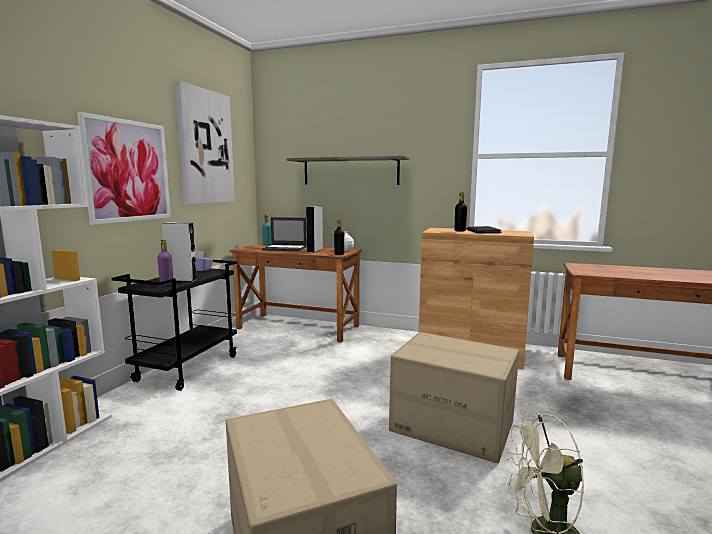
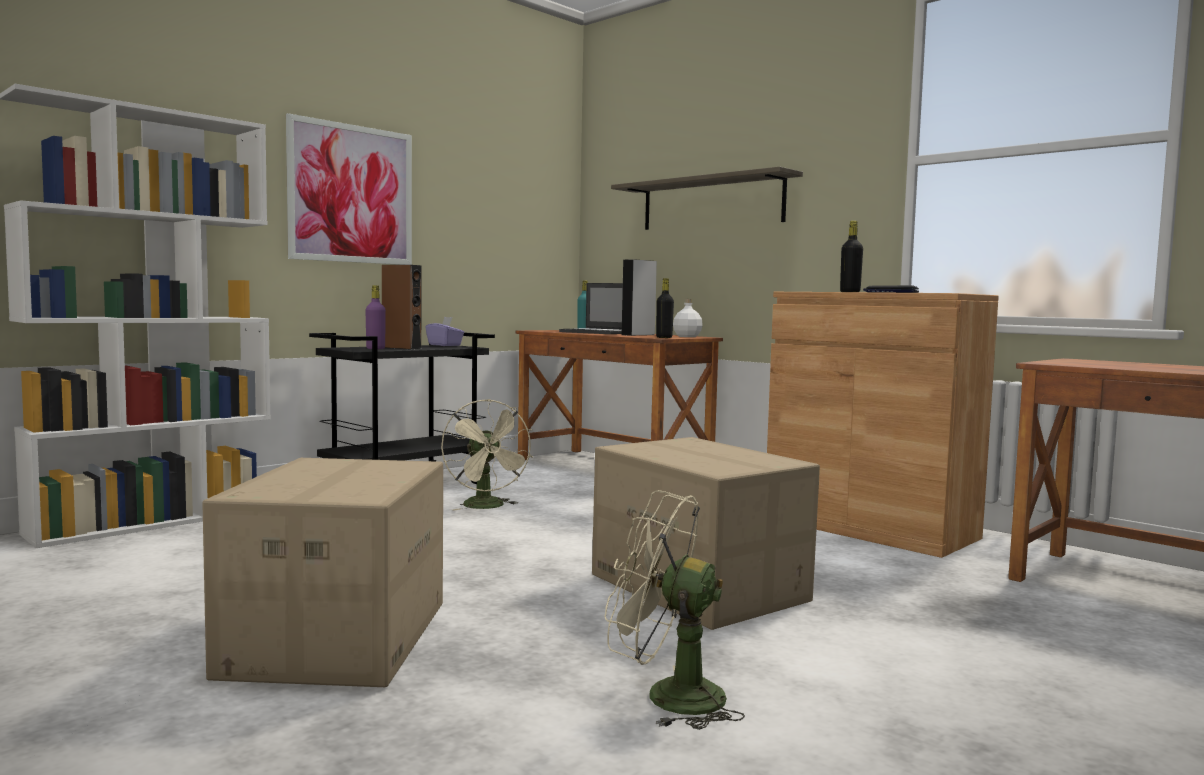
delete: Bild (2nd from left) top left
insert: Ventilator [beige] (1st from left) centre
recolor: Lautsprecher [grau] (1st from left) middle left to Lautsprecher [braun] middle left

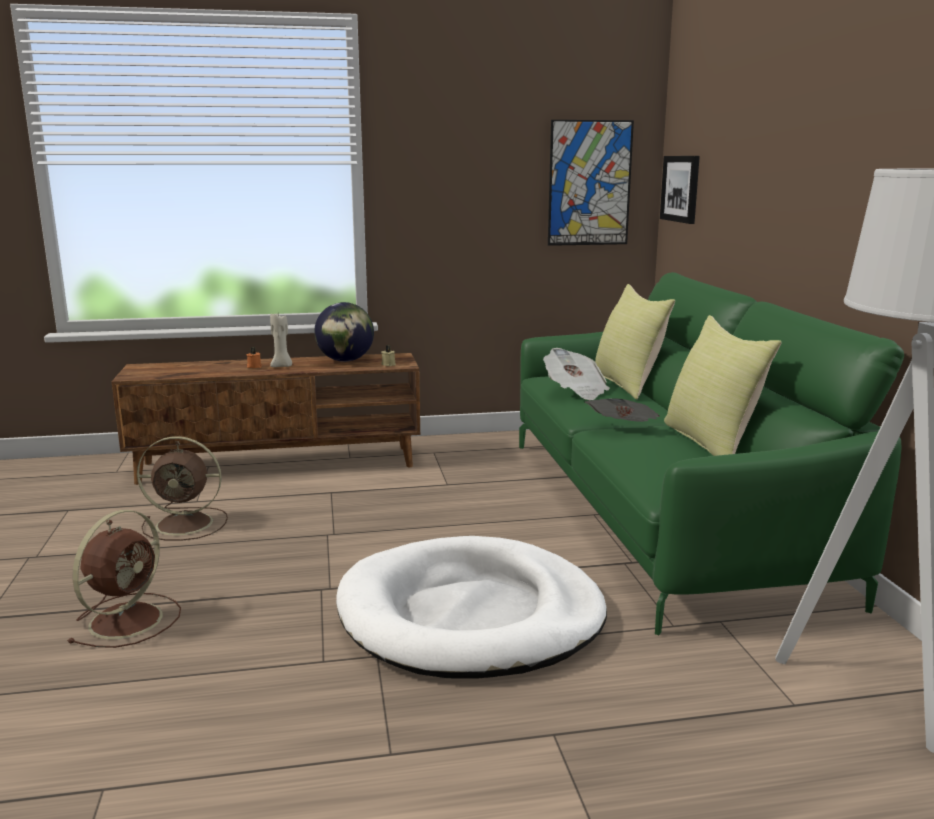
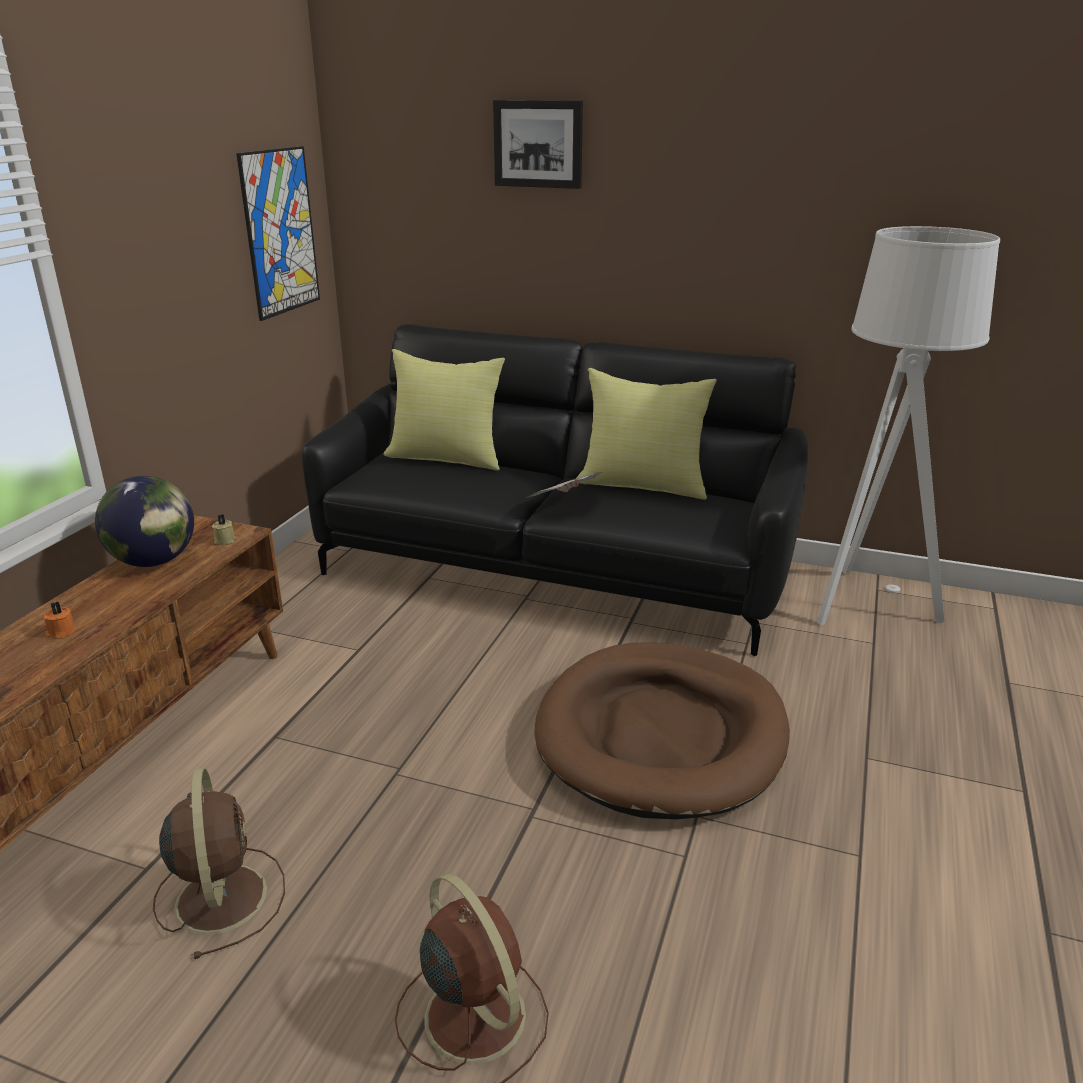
delete: Kerze [beige] (1st from left) middle left; Zeitung (1st from left) centre
move: Bild (2nd from left) top right to top centre
recolor: Hundebett [weiß] bottom centre to Hundebett [braun] bottom centre; Sofa [grün] middle right to Sofa [schwarz] centre
rotate: Ventilator [braun] (2nd from left in the first image) middle left = bottom left 45 degrees counterclockwise

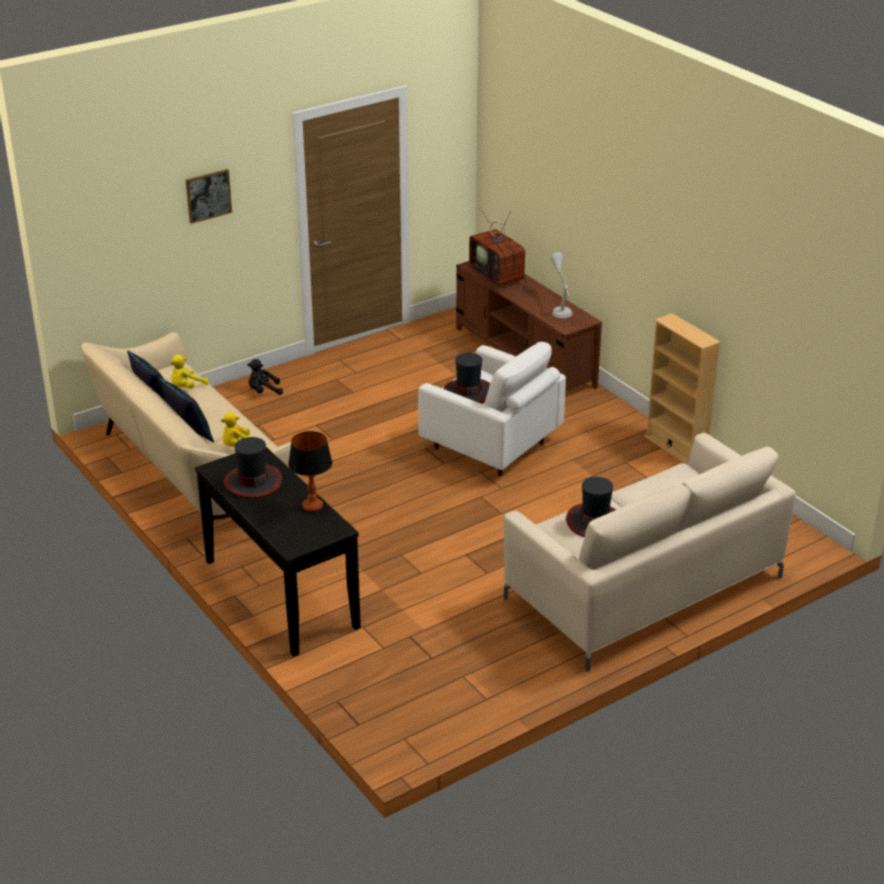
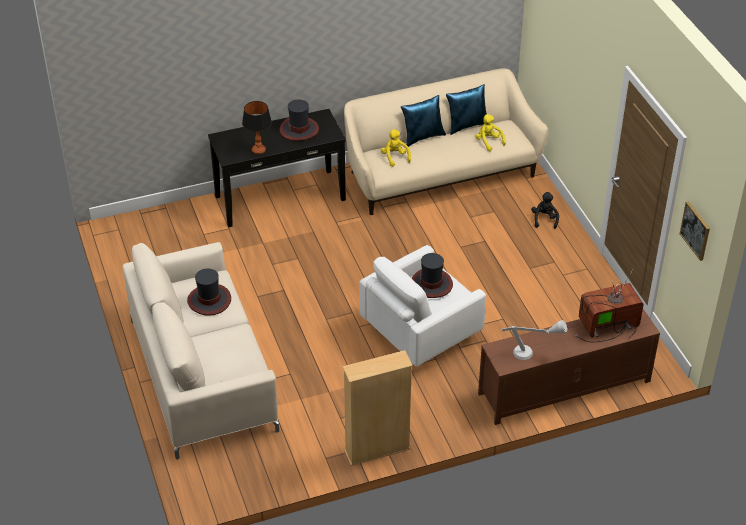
move: Bild top left to middle right

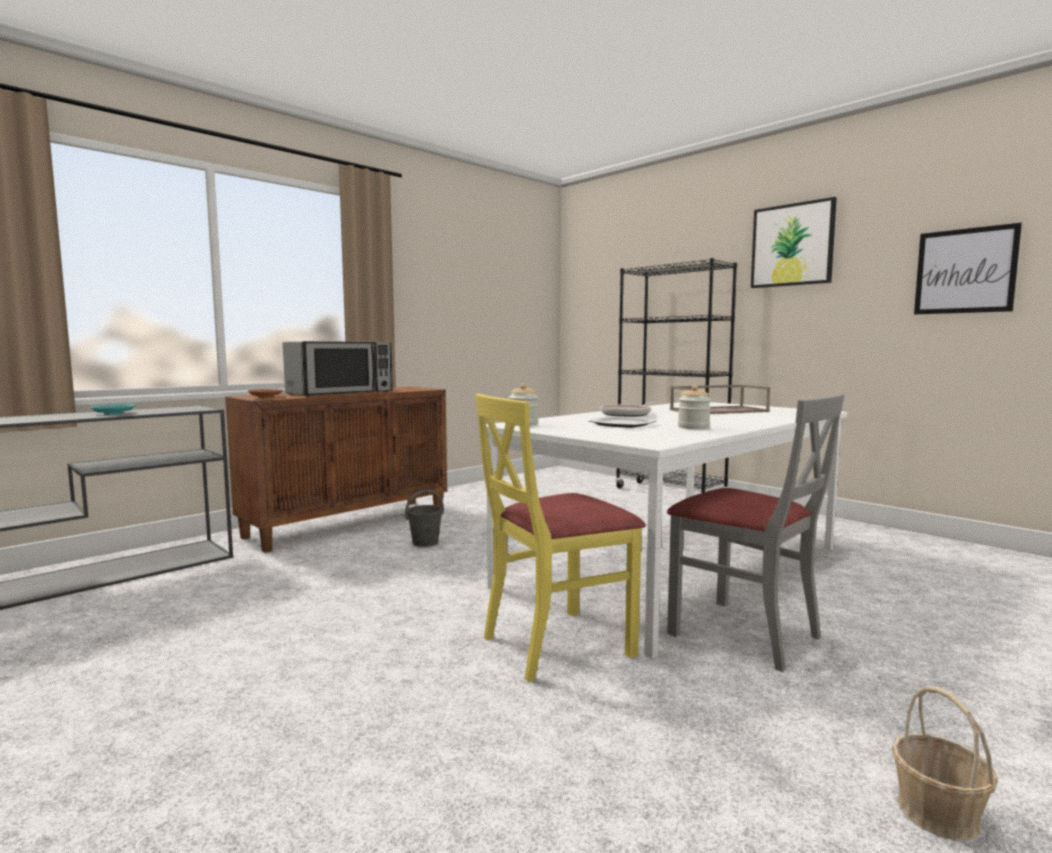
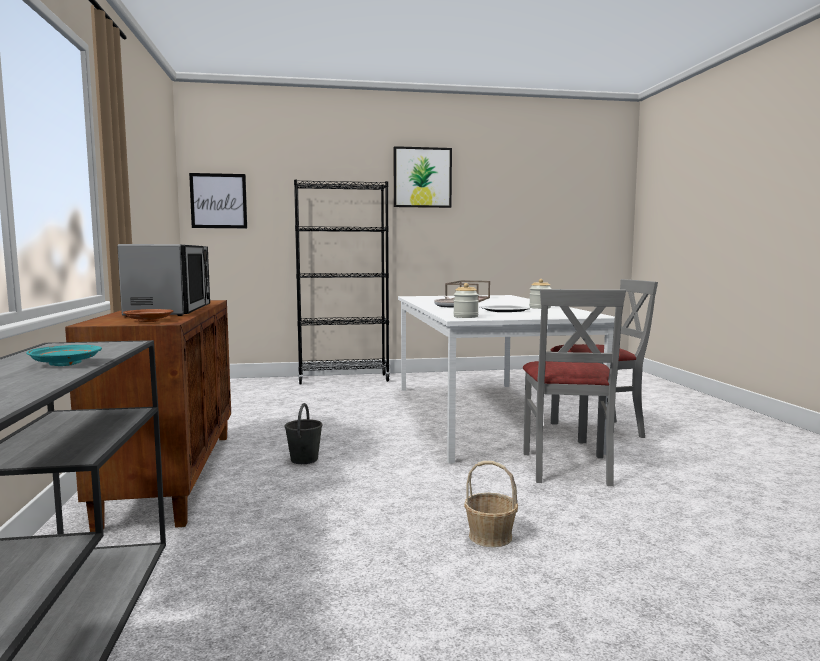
move: Korb bottom right to bottom centre; Bild (2nd from left in the first image) top right to Bild (1st from left) top left
recolor: Stuhl [gelb] centre to Stuhl [grau] (1st from left) middle right

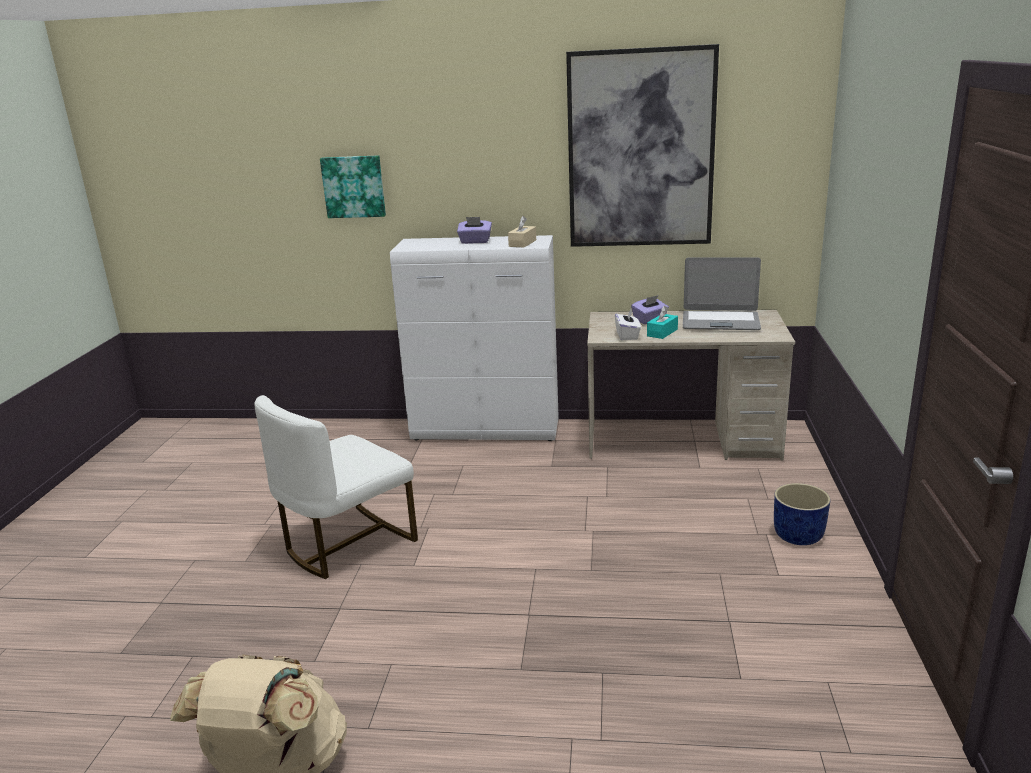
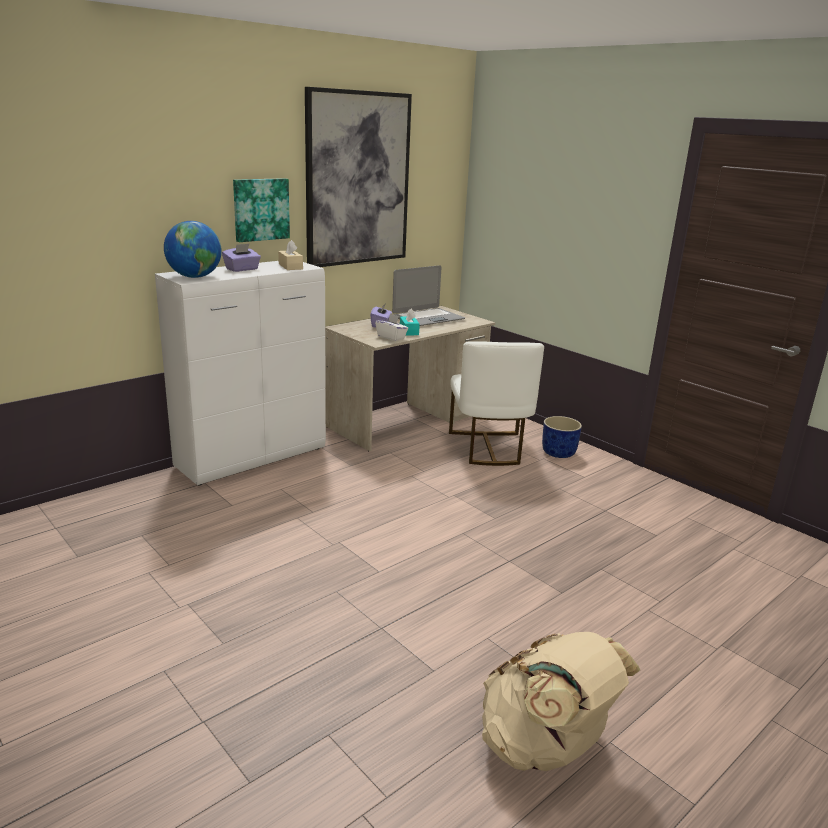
insert: Globus top left
move: Stuhl [weiß] middle left to centre; Bild (1st from left) top centre to top left

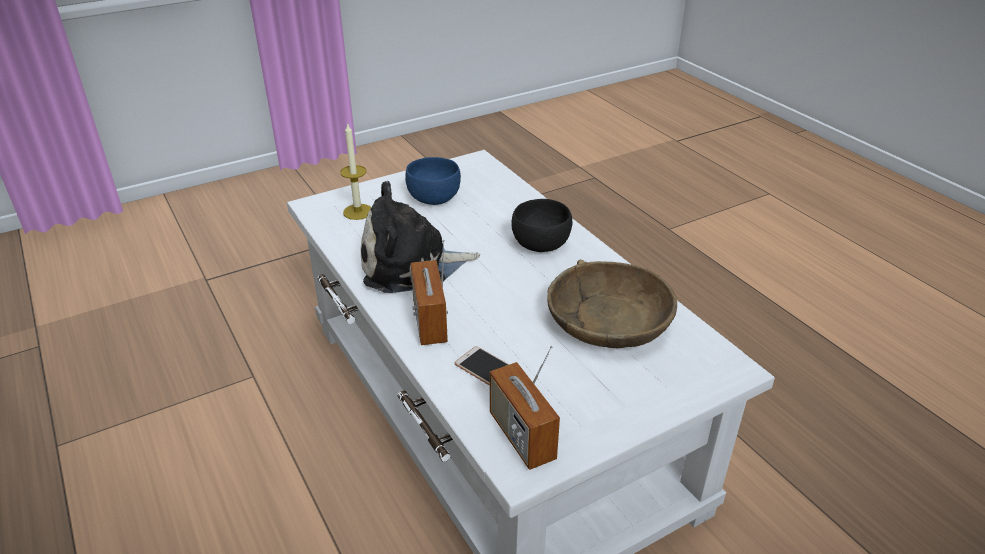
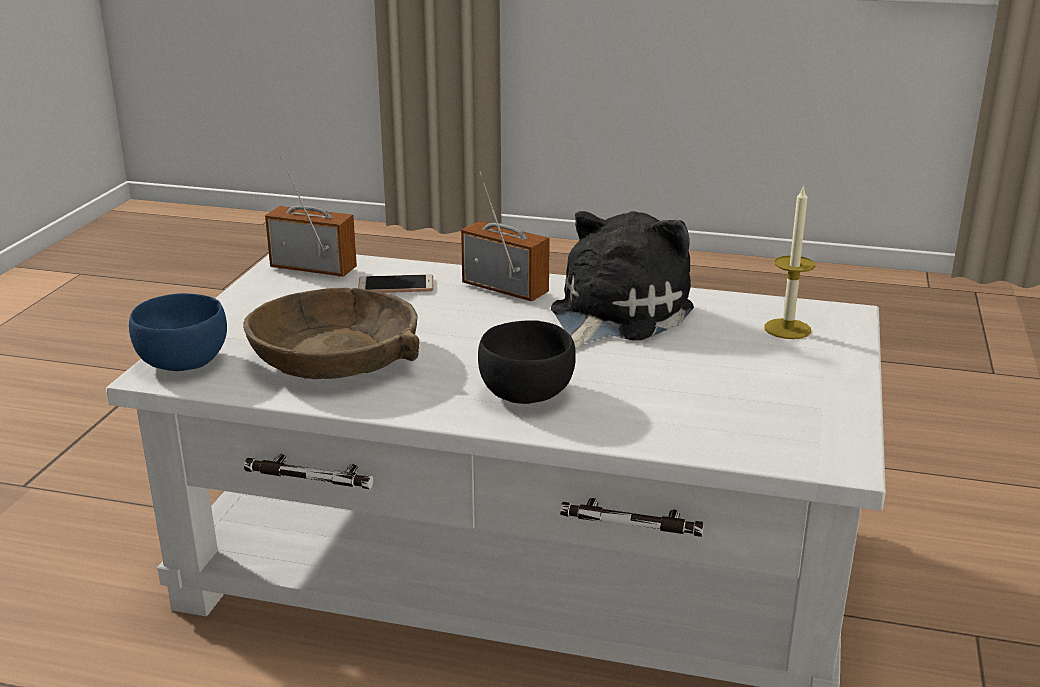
move: Schüssel [blau] top centre to middle left

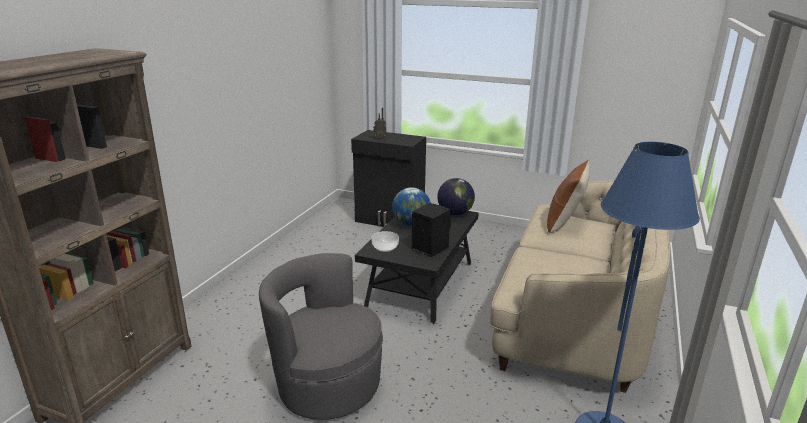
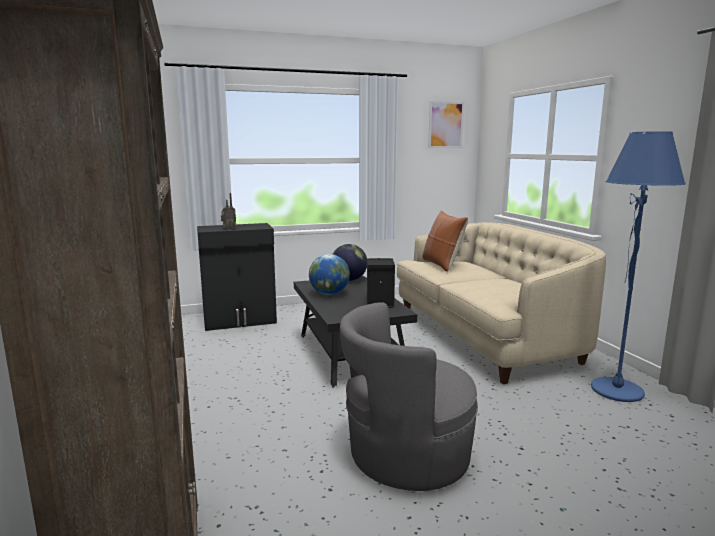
delete: Schüssel centre
insert: Bild top centre

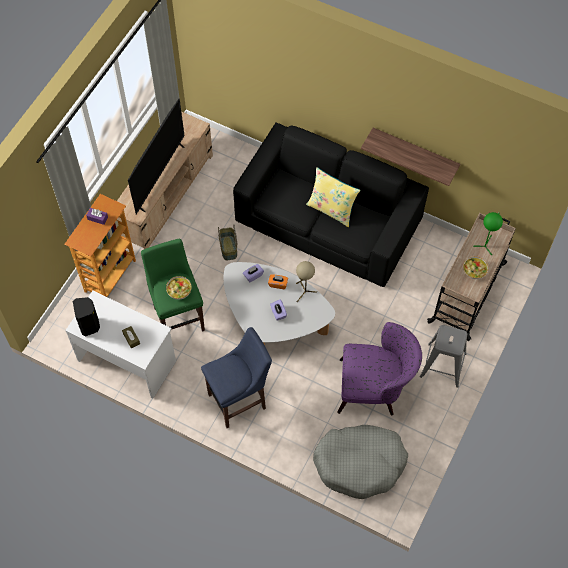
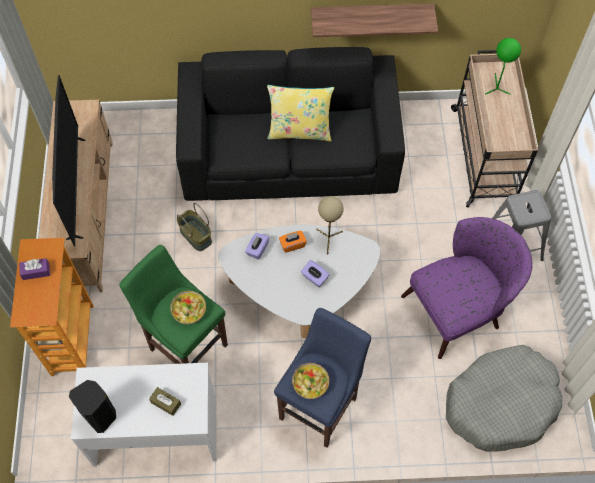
move: Schüssel (2nd from left) middle right to bottom centre

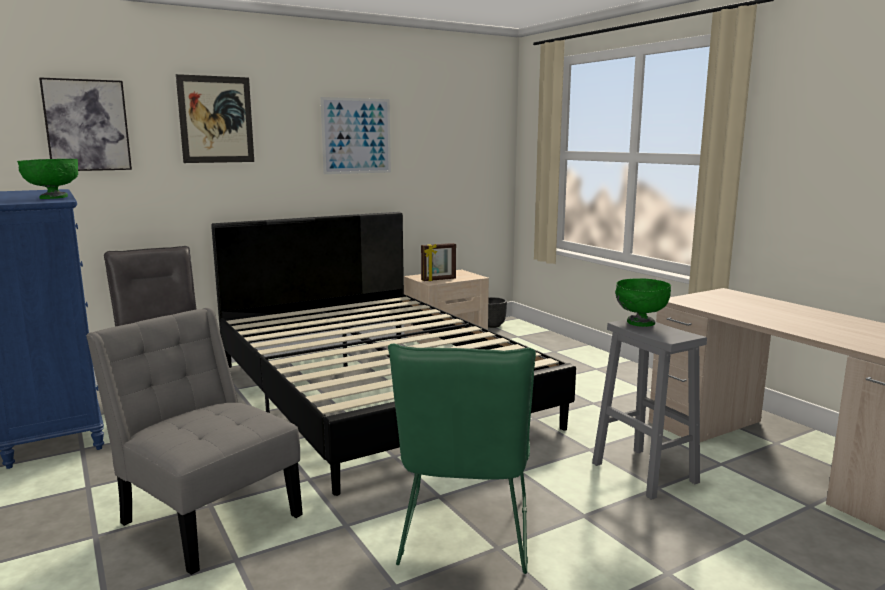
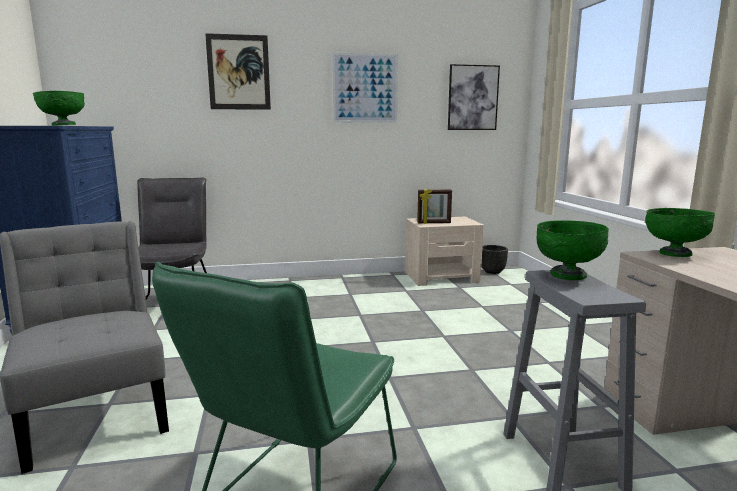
delete: Bett [schwarz] centre
insert: Schüssel [grün] (3rd from left) middle right
move: Bild (1st from left in the first image) top left to Bild (3rd from left) top centre

